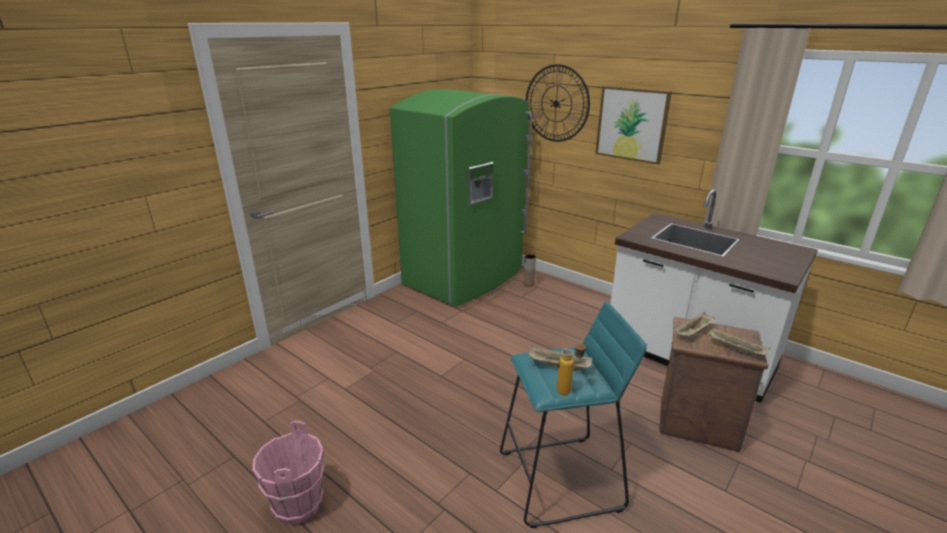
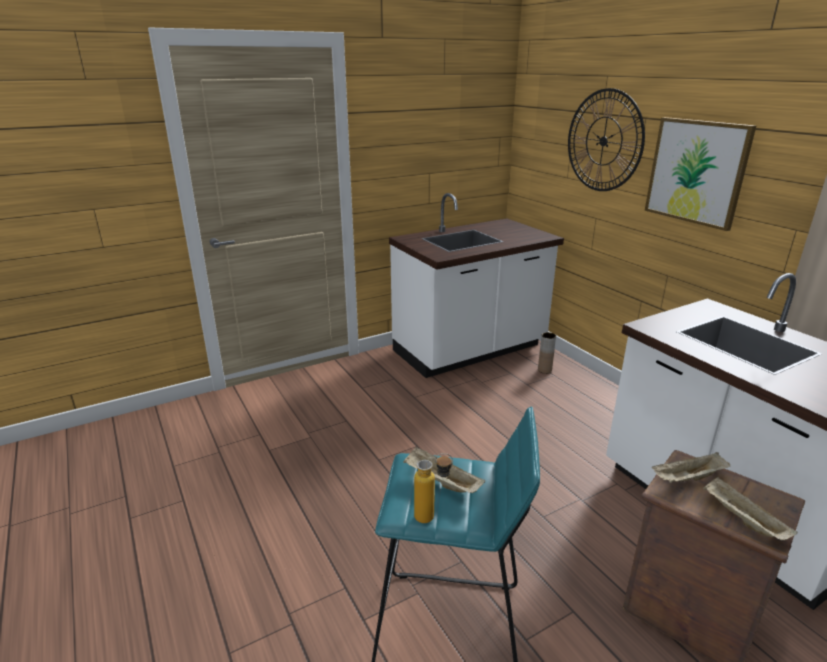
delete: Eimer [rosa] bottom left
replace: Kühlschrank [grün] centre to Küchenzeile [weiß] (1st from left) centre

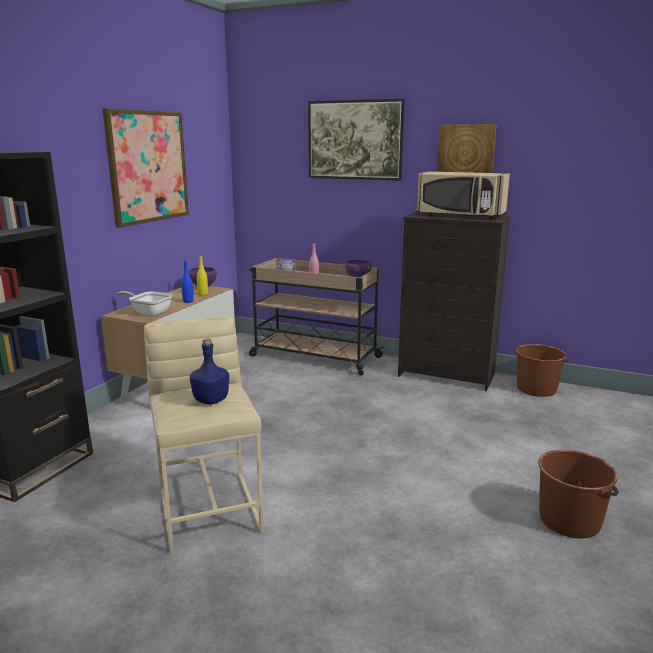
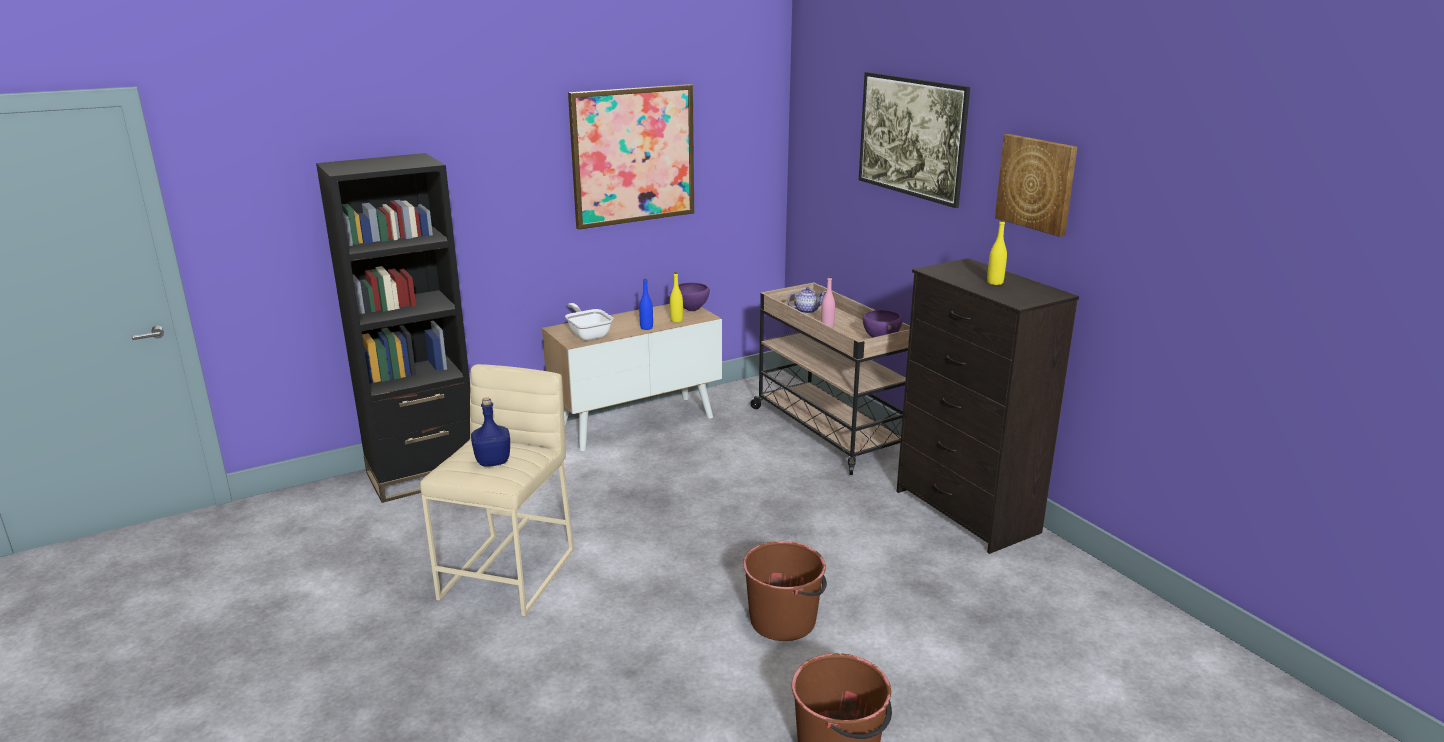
move: Eimer [braun] (1st from left) middle right to bottom centre
replace: Mikrowelle [beige] top right to Flasche [gelb] (2nd from left) middle right

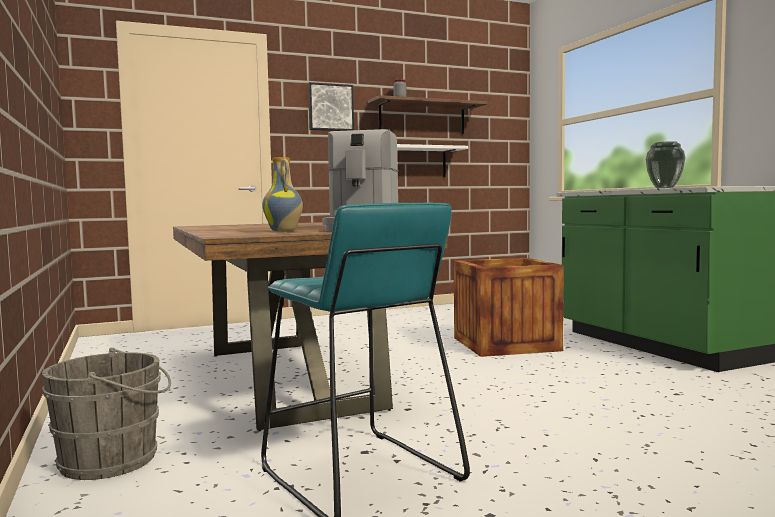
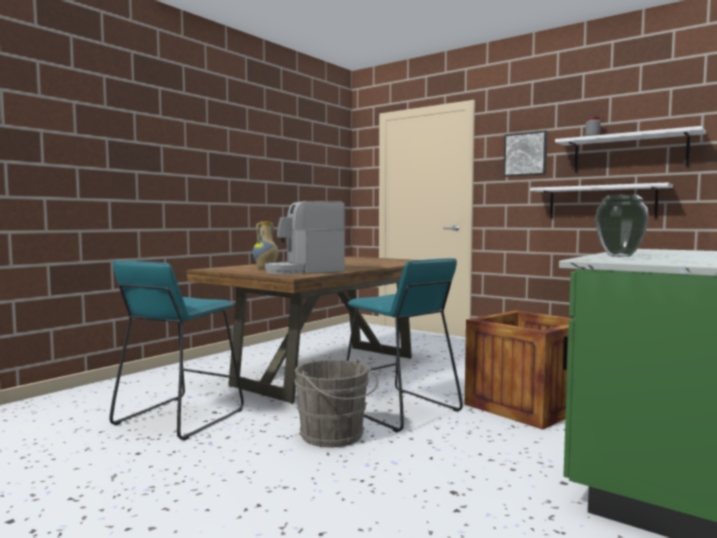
insert: Hocker [türkis] (2nd from left) centre
move: Eimer [grau] bottom left to bottom centre
recolor: Wandregal [braun] top centre to Wandregal [weiß] (2nd from left) top right

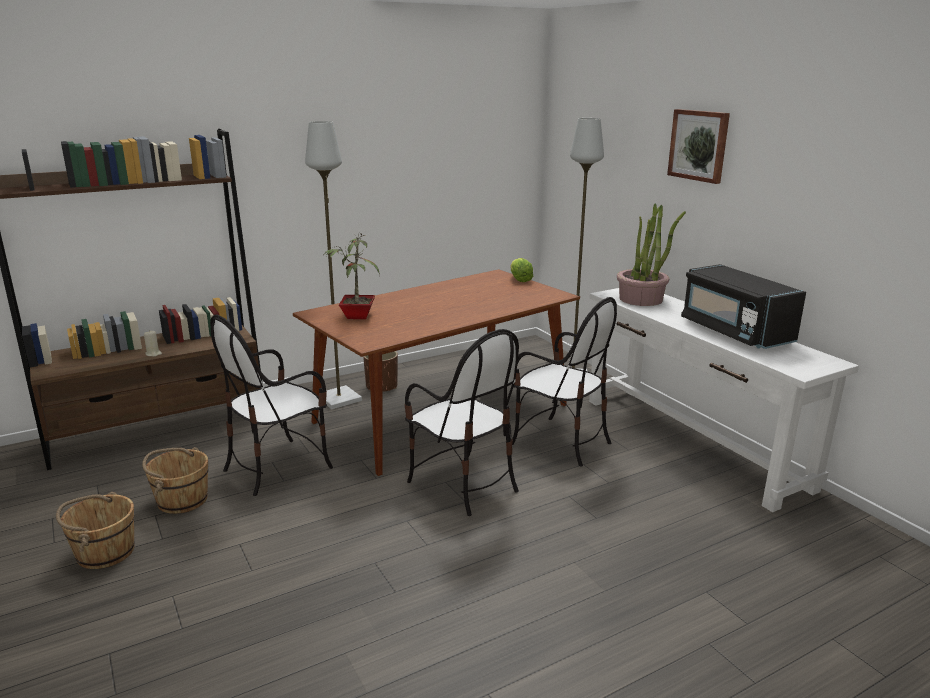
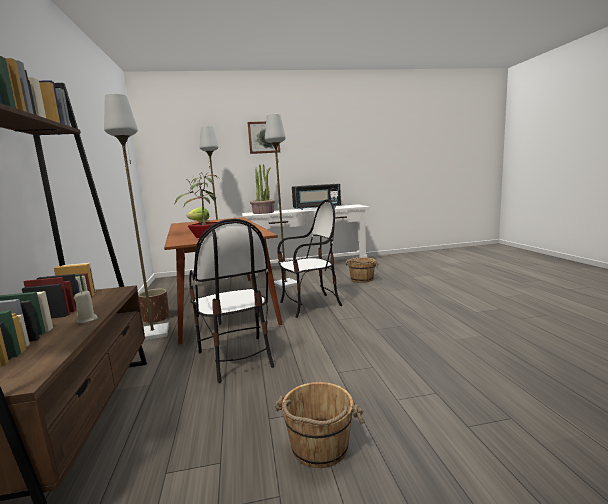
move: Eimer [braun] (2nd from left) bottom left to centre
replace: Stuhl (3rd from left) centre to Stehlampe [grau] (3rd from left) centre

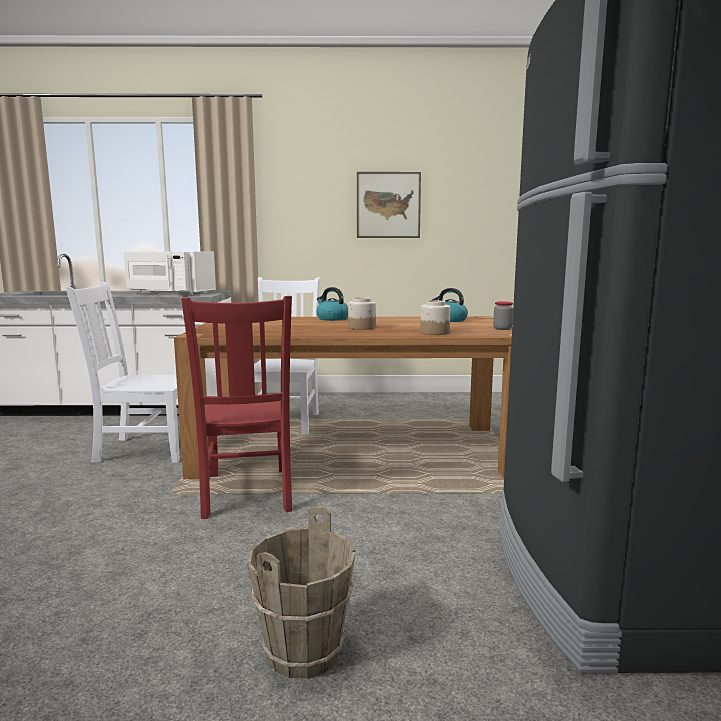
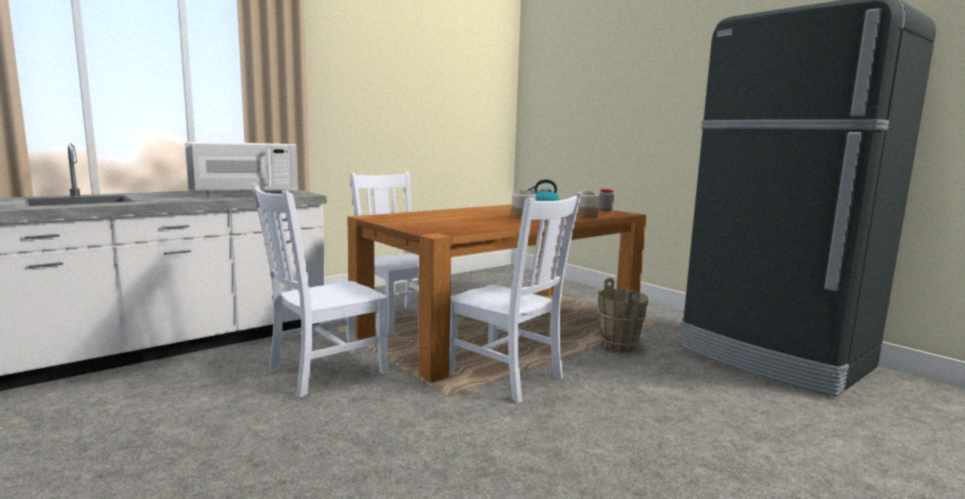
delete: Wasserkessel (1st from left) centre; Bild top centre
move: Eimer [braun] bottom centre to centre
recolor: Stuhl [rot] middle left to Stuhl [weiß] (3rd from left) centre

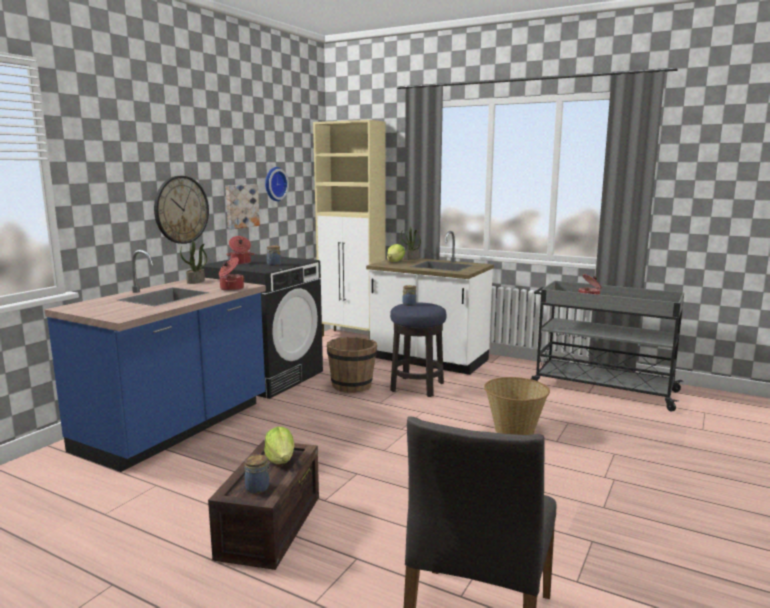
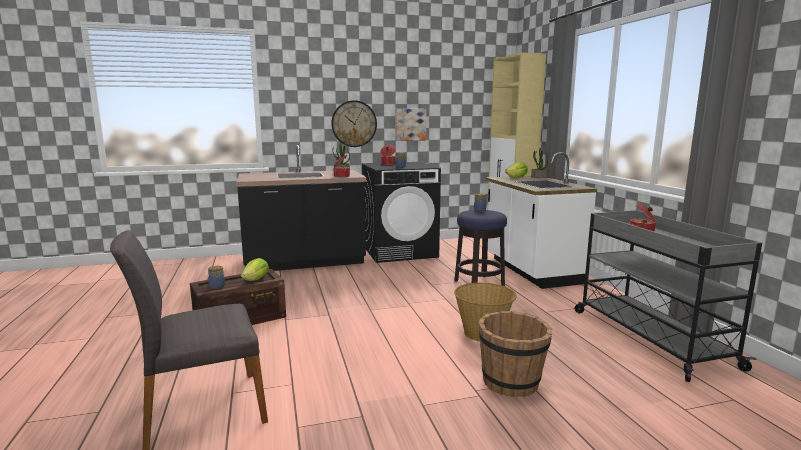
delete: Wanduhr (2nd from left) top centre
move: Eimer [braun] centre to bottom centre
recolor: Küchenzeile [blau] middle left to Küchenzeile [schwarz] centre

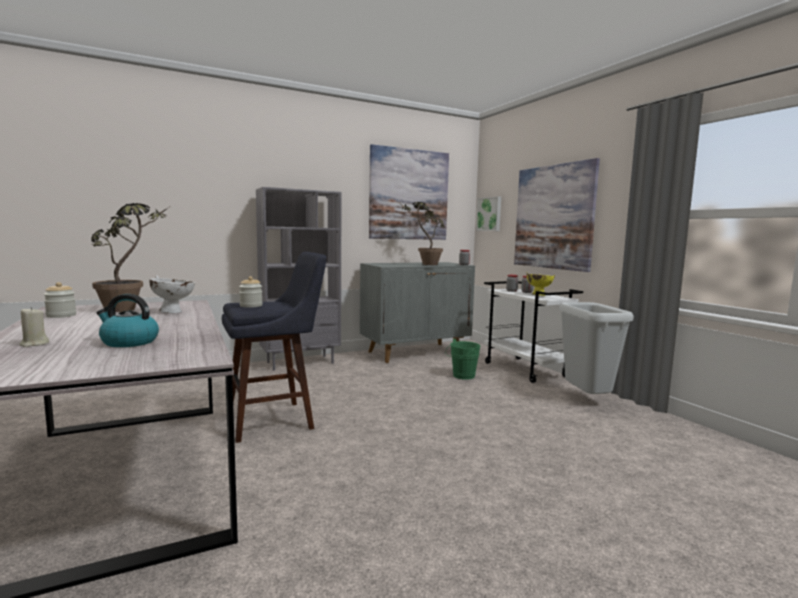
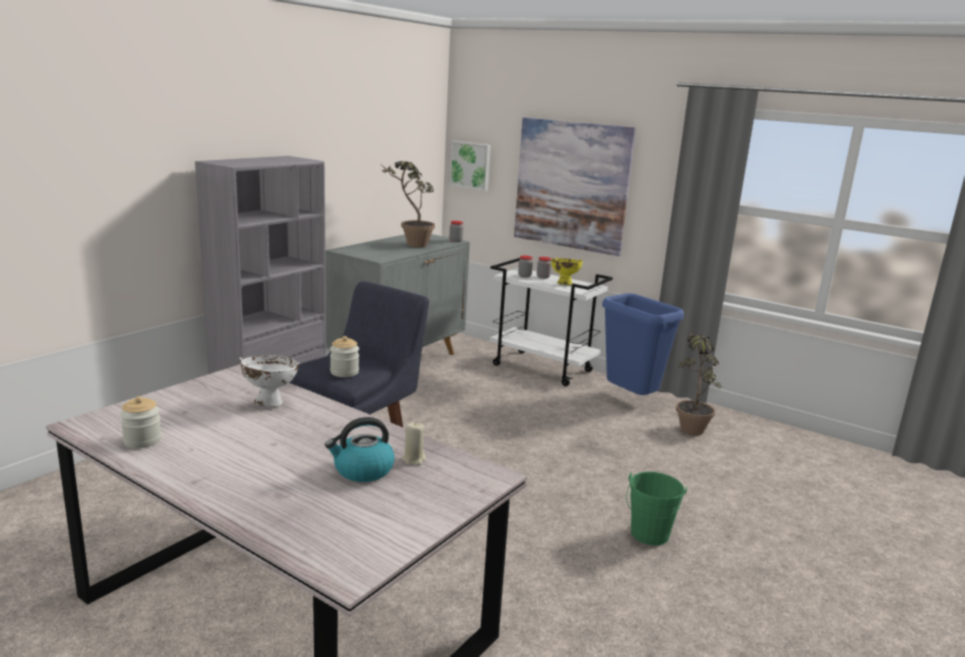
delete: Bild (1st from left) top centre
move: Kerze [beige] middle left to bottom centre; Topfpflanze (1st from left in the first image) middle left to Topfpflanze (2nd from left) middle right; Eimer [grün] centre to bottom right
recolor: Mülleimer [grau] middle right to Mülleimer [blau] centre

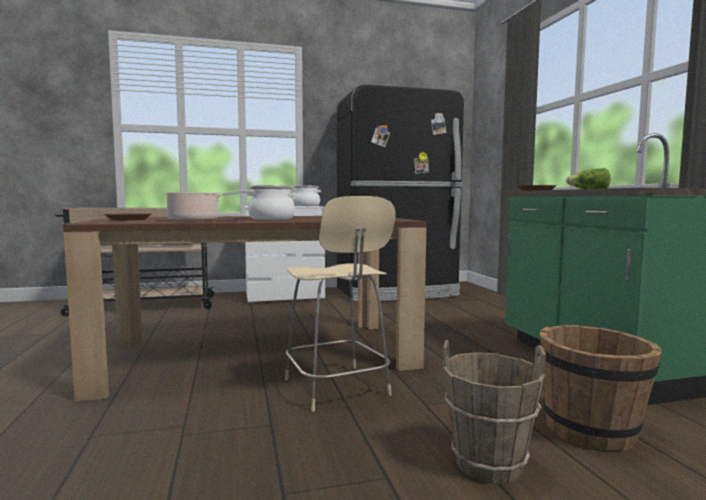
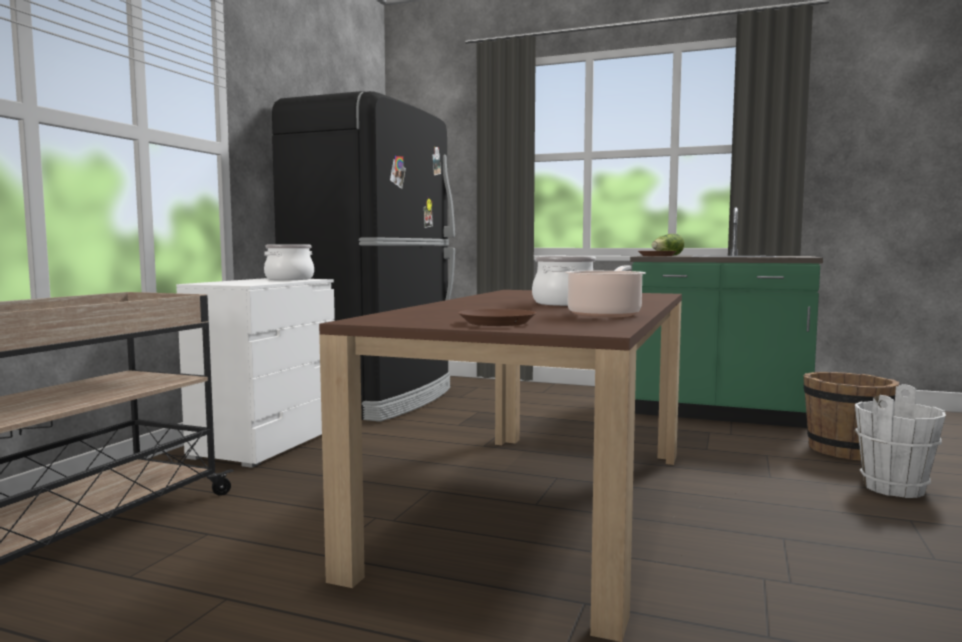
delete: Stuhl [beige] centre
recolor: Eimer [braun] (1st from left) bottom right to Eimer [weiß] bottom right

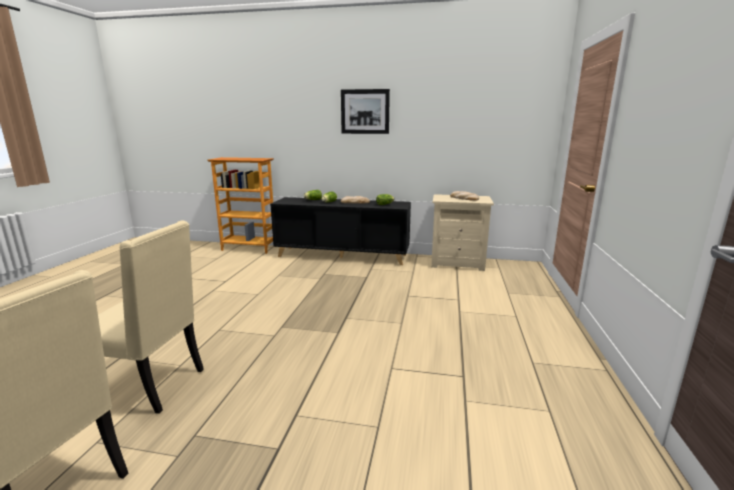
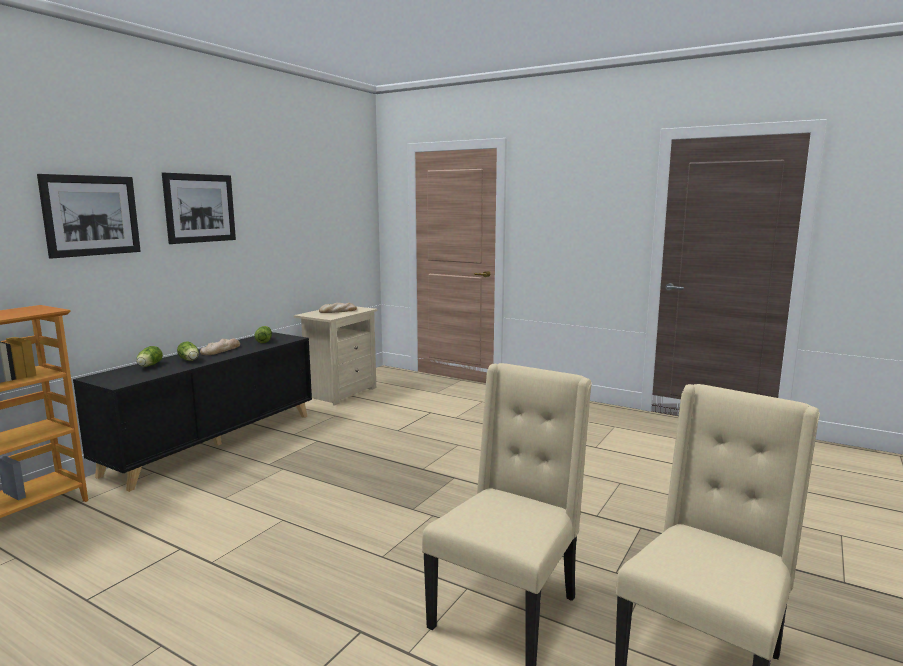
insert: Bild (1st from left) top left

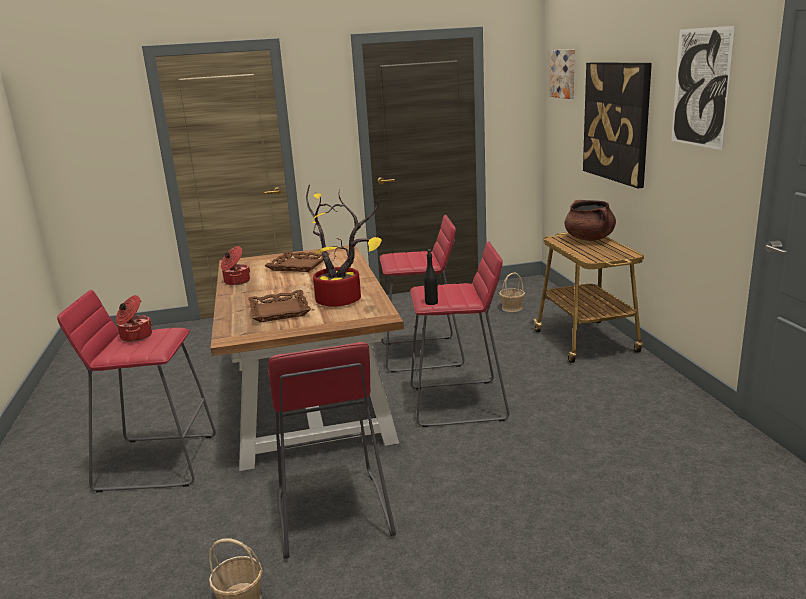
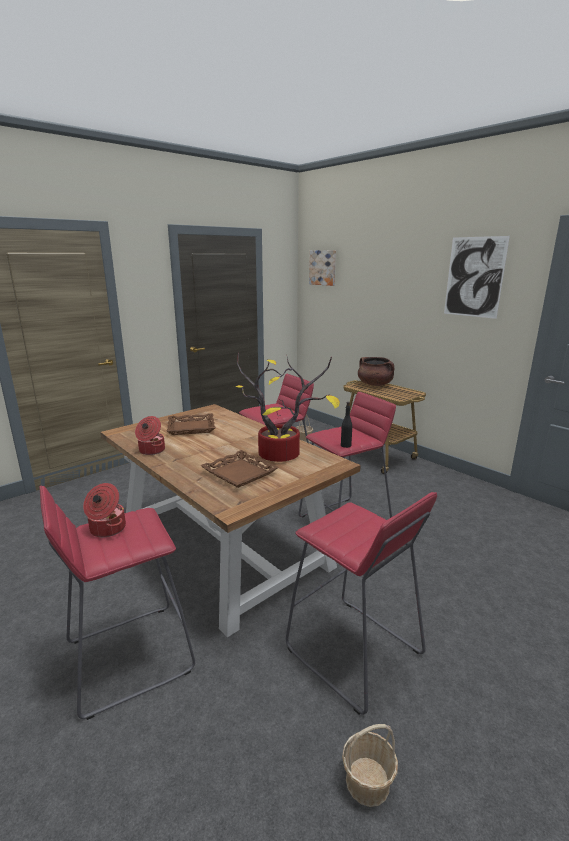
delete: Bild (2nd from left) top right

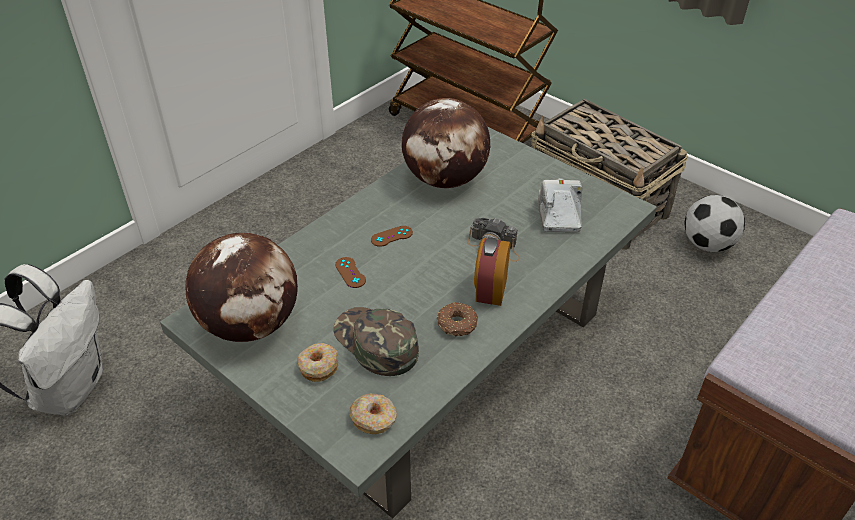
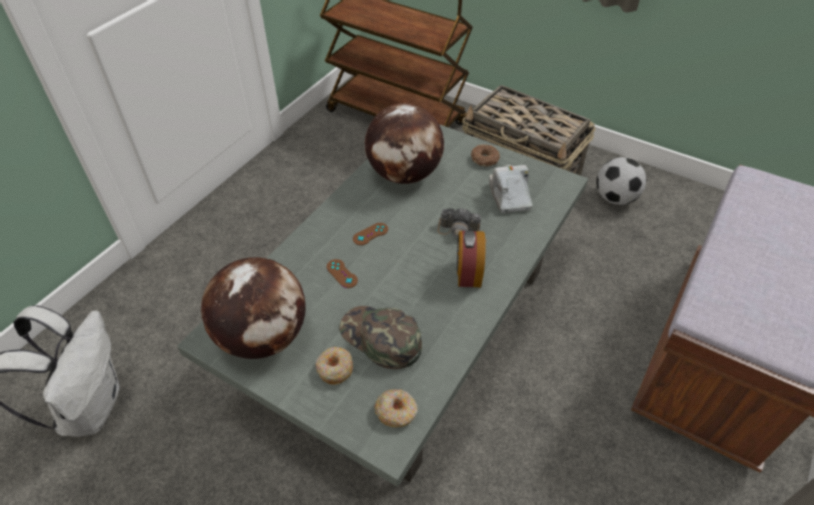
move: Donut (3rd from left) centre to top centre

